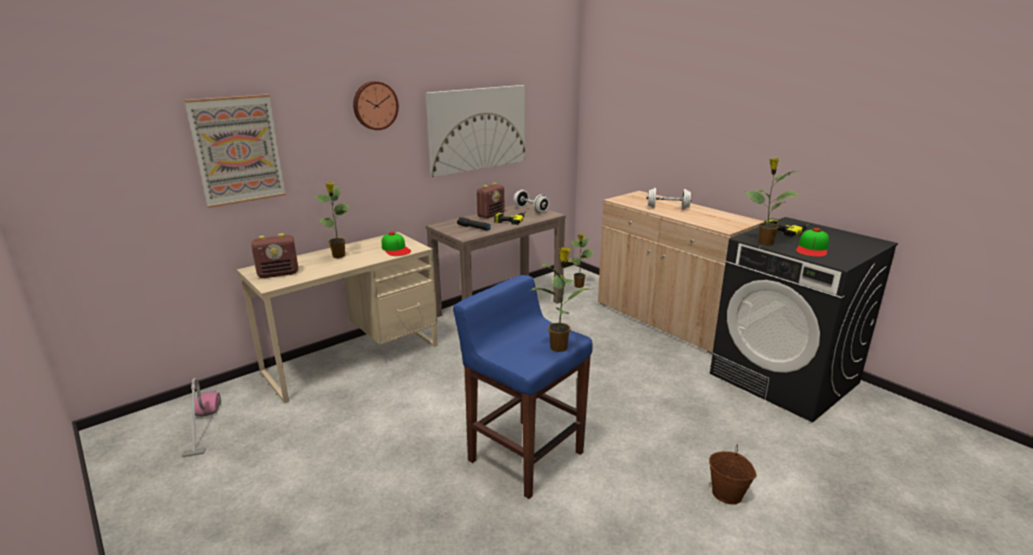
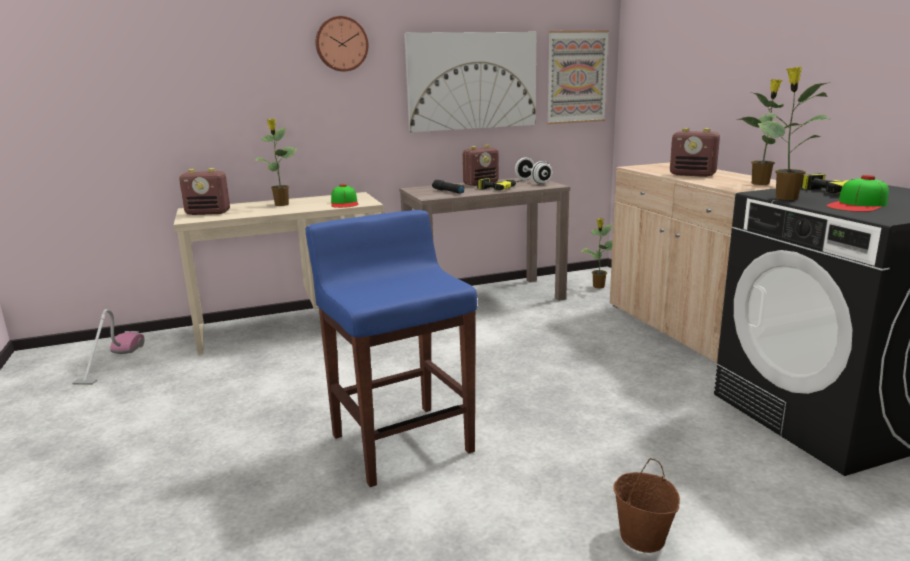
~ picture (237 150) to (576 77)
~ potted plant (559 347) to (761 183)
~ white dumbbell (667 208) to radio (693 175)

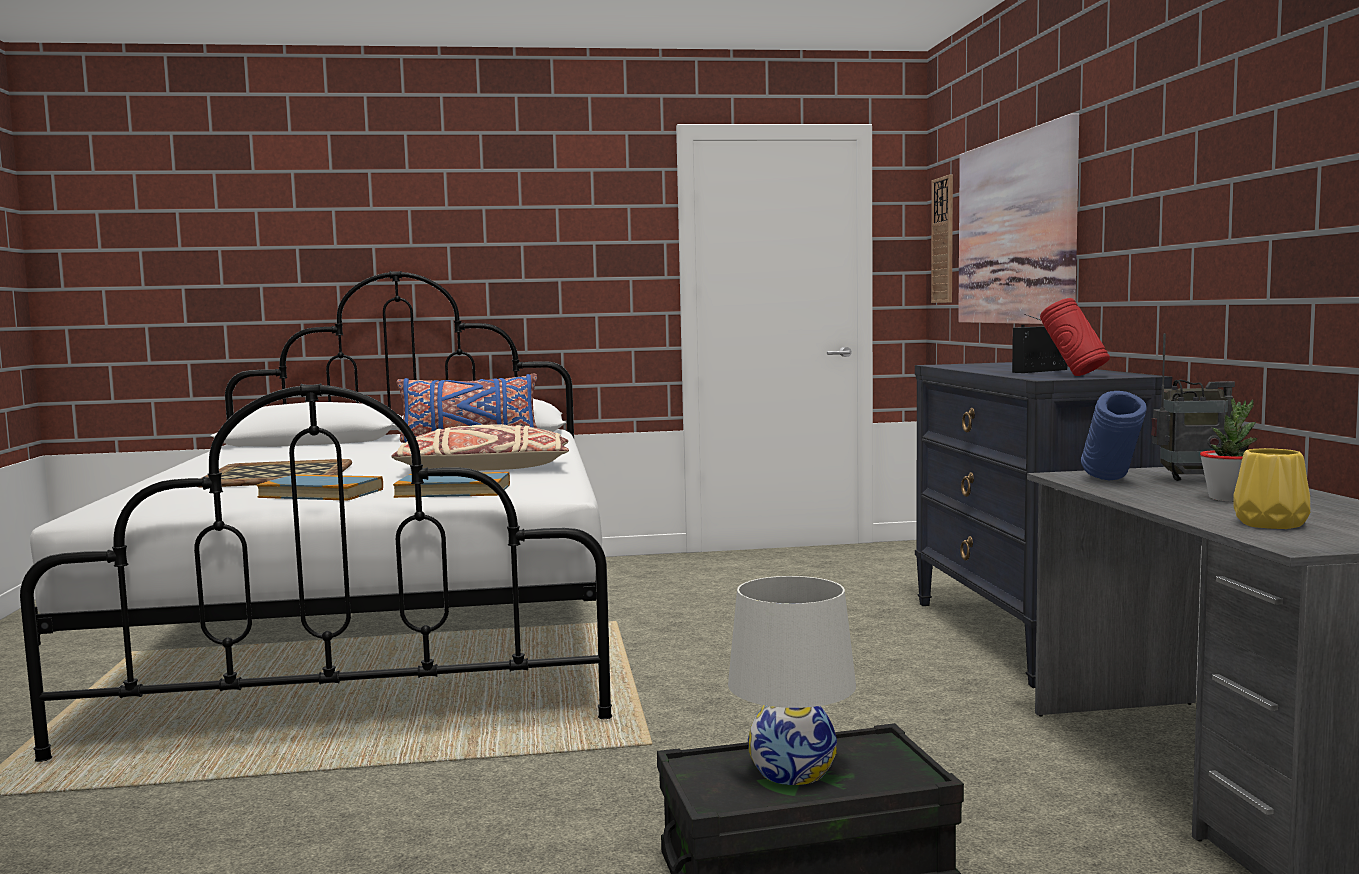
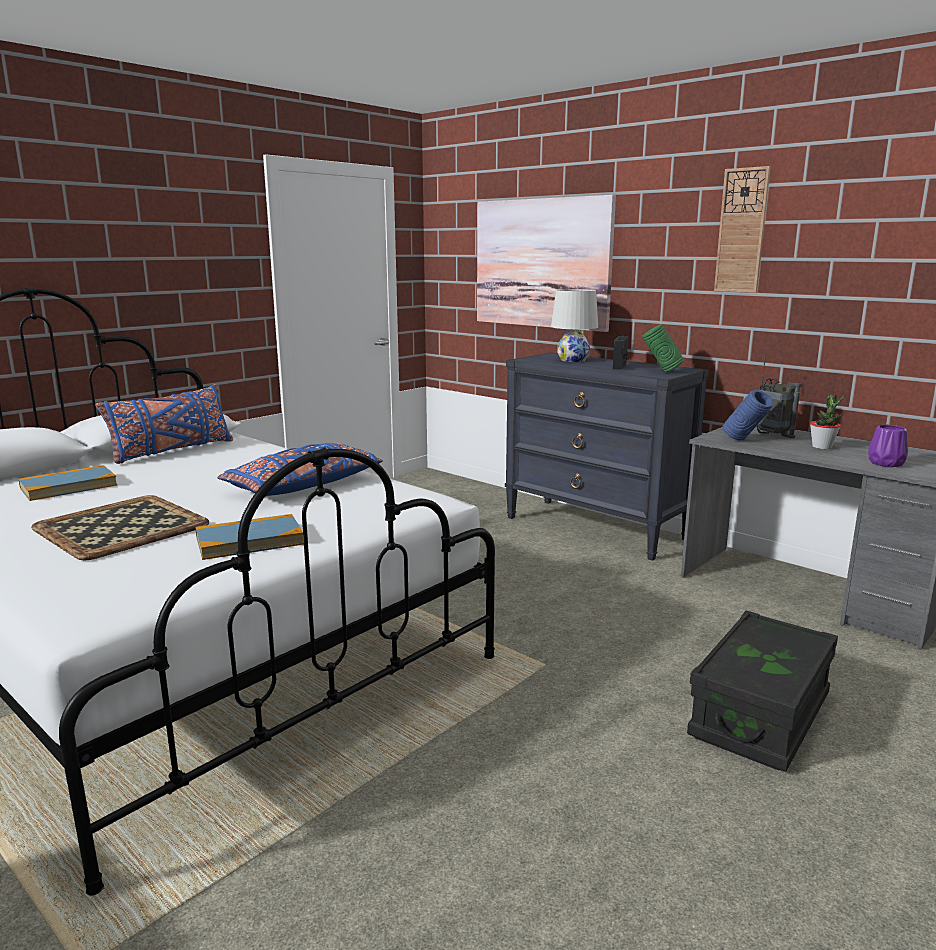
~ beige pillow (483 469) to blue pillow (303 486)
~ book (453 491) to (69 487)
~ white table lamp (792 770) to (572 360)
~ wall clock (943 240) to (741 231)
~ red vase (1073 375) to green vase (661 371)
~ radio (1192 481) = (772 435) 90 degrees clockwise
~ yellow vase (1270 524) to purple vase (886 464)

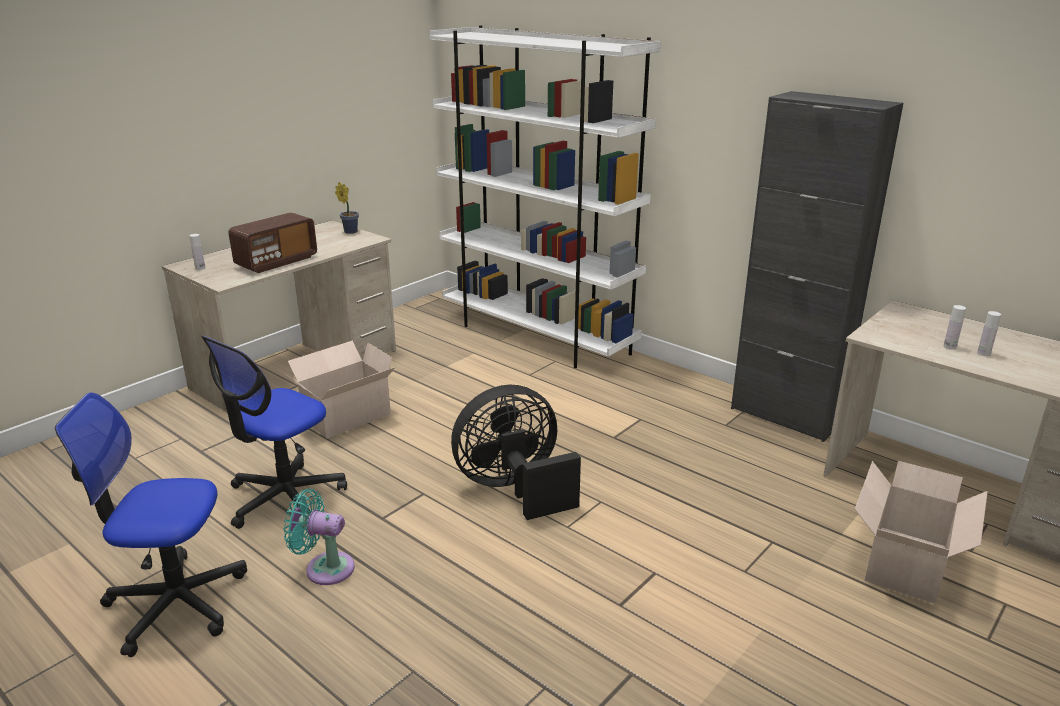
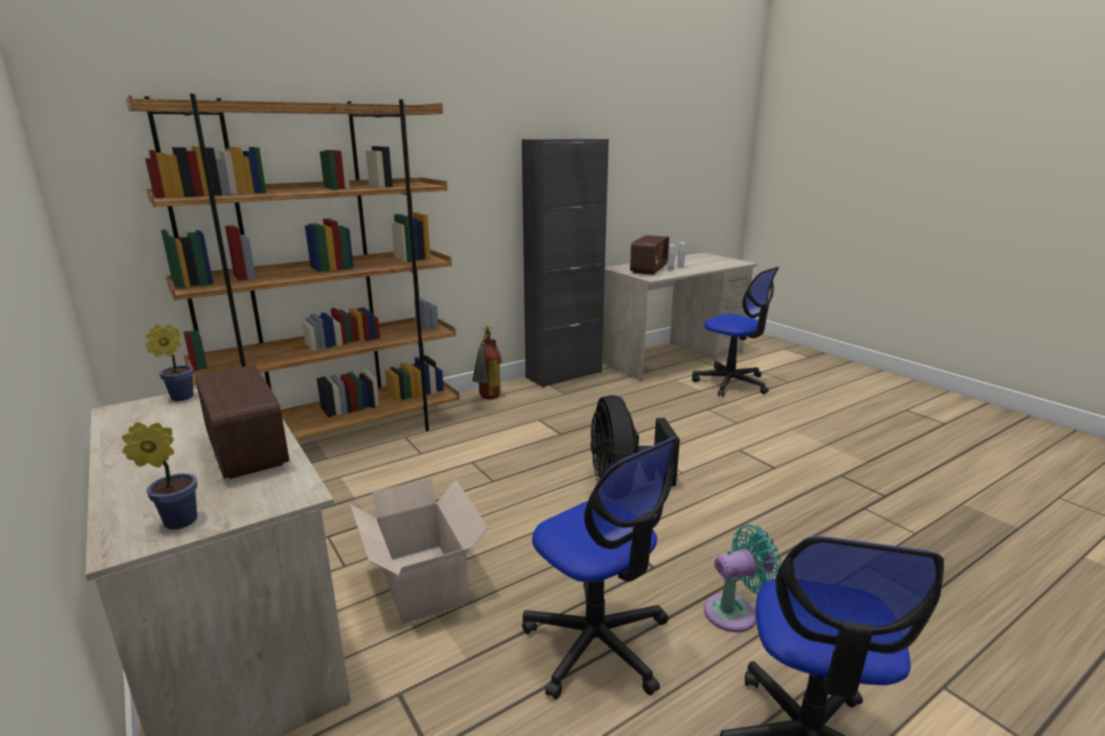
~ white bottle (200 268) to potted plant (176 522)
~ turquoise fan (325 568) = (735 612) 135 degrees counterclockwise
~ white bookcase (537 336) to brown bookcase (342 438)
~ cardboard box (904 565) to office chair (731 383)
+ fire extinguisher (487 399)
+ radio (648 269)

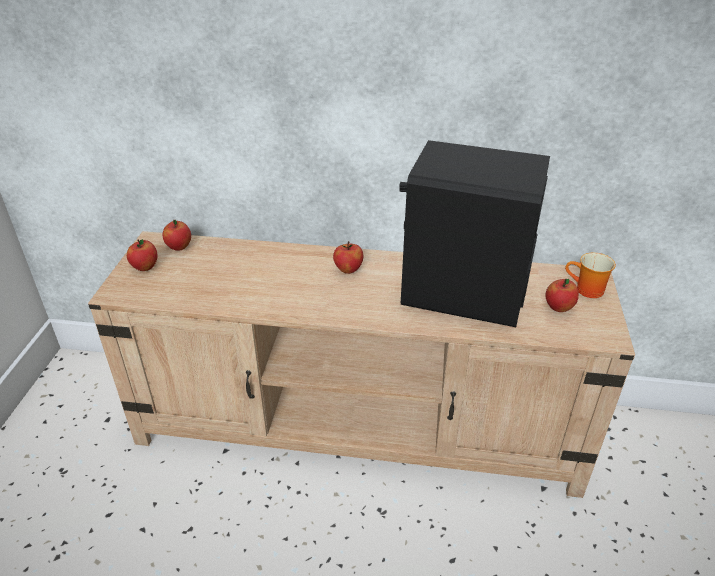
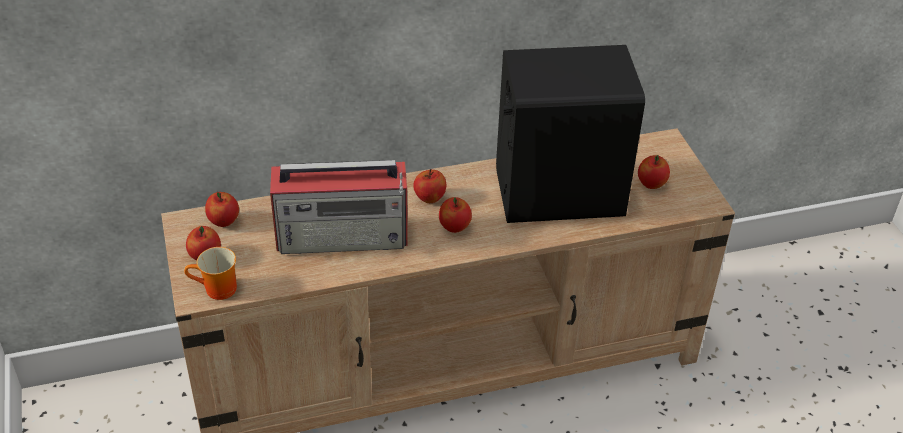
~ mug (586 291) to (217 291)
+ radio (344 236)
+ apple (454 227)

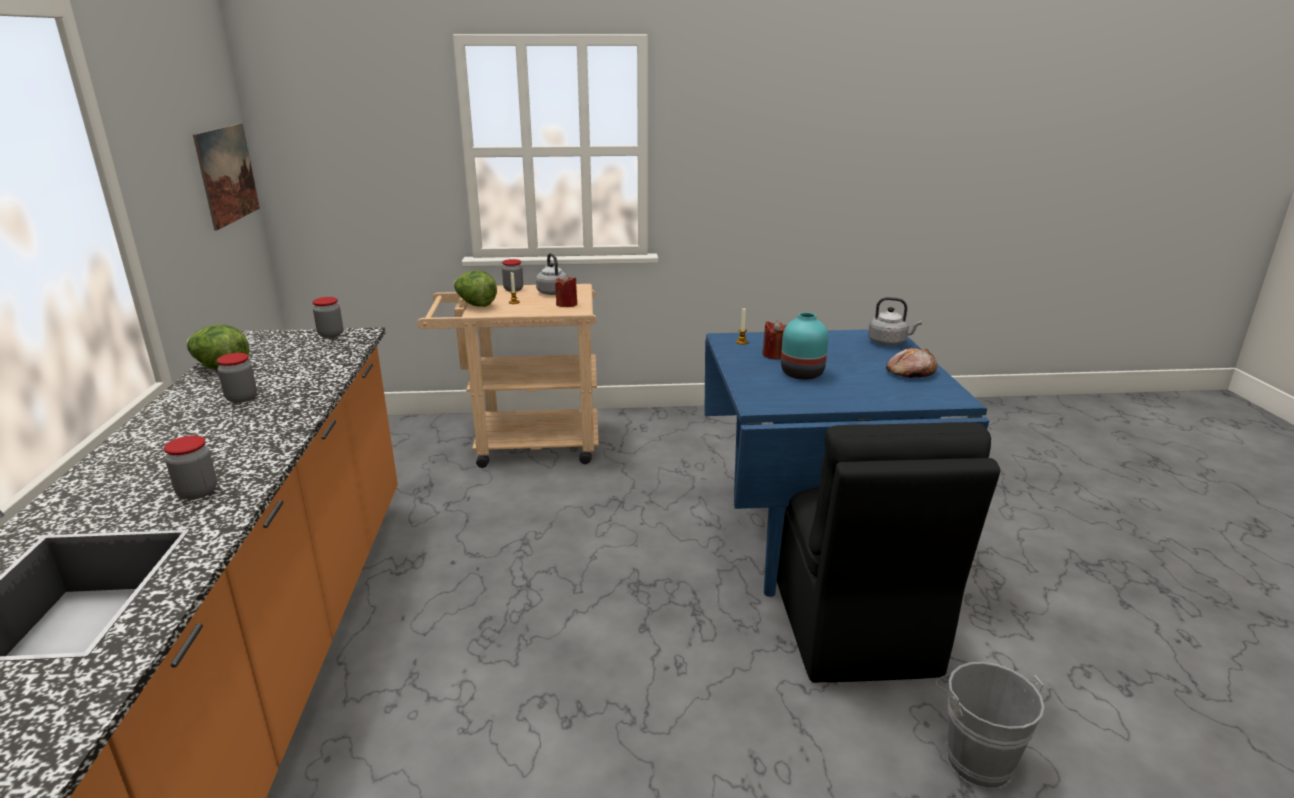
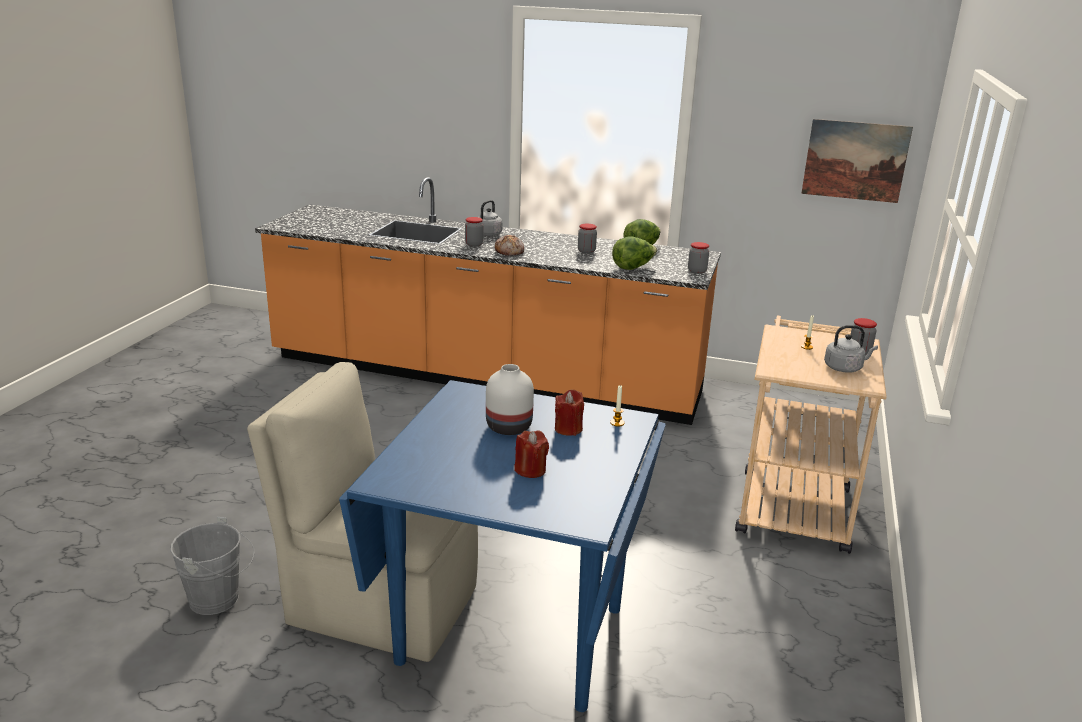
~ lettuce (475 304) to (633 267)
~ red candle (567 304) to (530 470)
~ black chair (853 626) to beige chair (379 603)
~ turquoise vase (802 374) to white vase (507 427)
~ grey kettle (889 342) to (487 234)
~ bread (910 372) to (509 252)

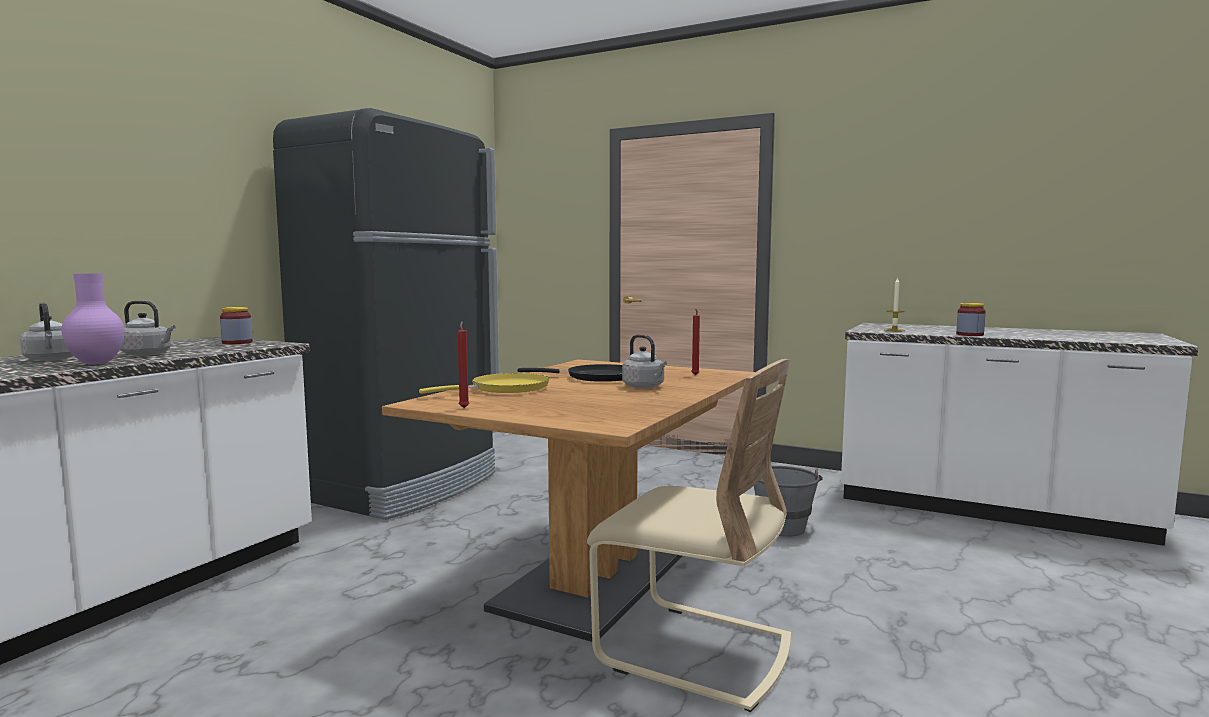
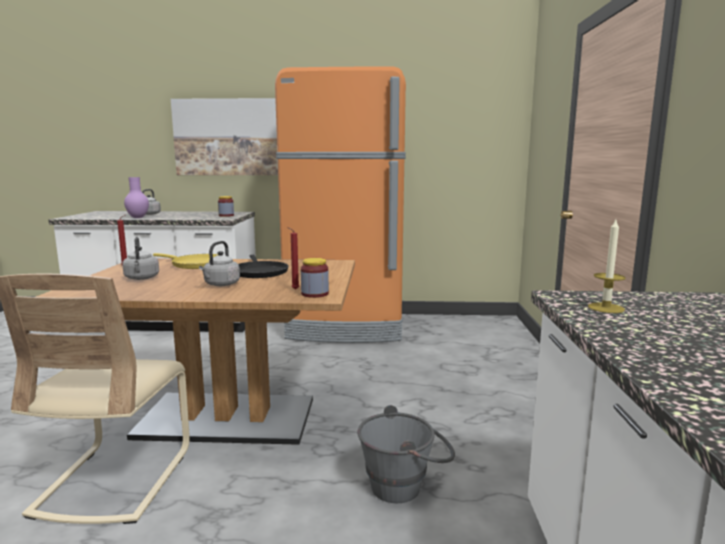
~ grey kettle (148 354) to (141 278)
~ black fridge (403 487) to orange fridge (346 327)
~ jar (969 334) to (315 294)
+ picture (230 137)

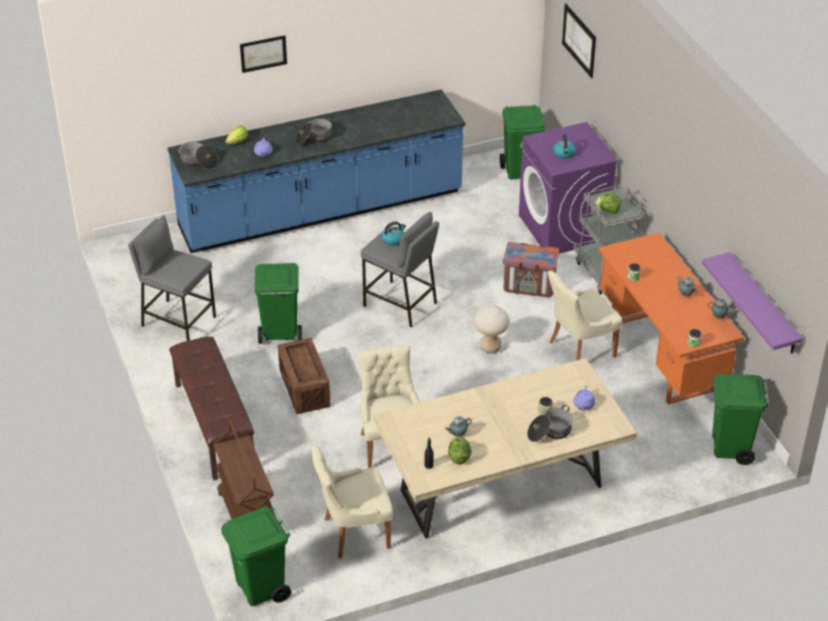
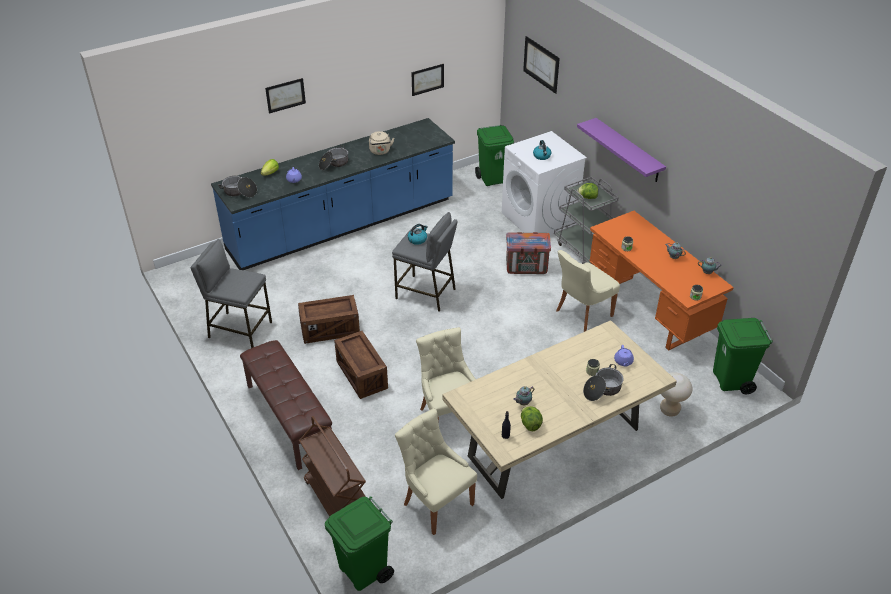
~ green trash can (280 334) to crate (330 330)
~ beige chair (353 533) = (436 503) 75 degrees clockwise
~ beige stool (490 348) to (669 410)
~ purple washing machine (563 228) to white washing machine (539 219)
~ purple shelf (763 305) to (628 150)
+ beige kettle (380 151)
+ picture (427 79)

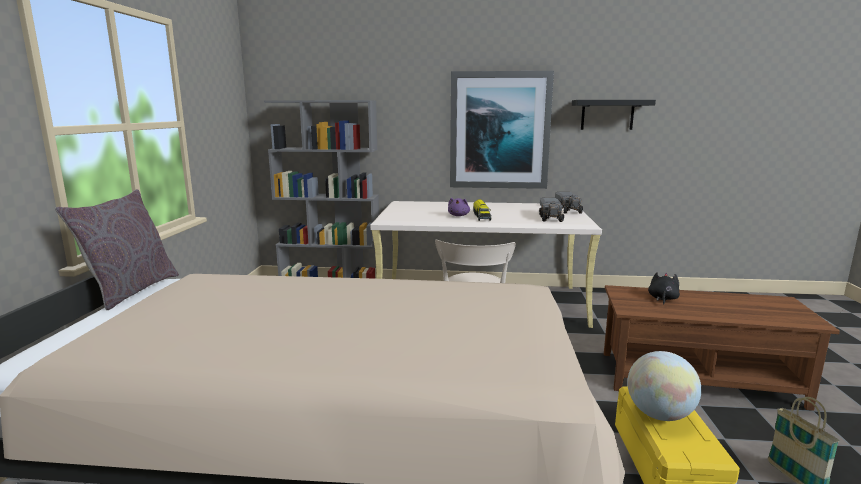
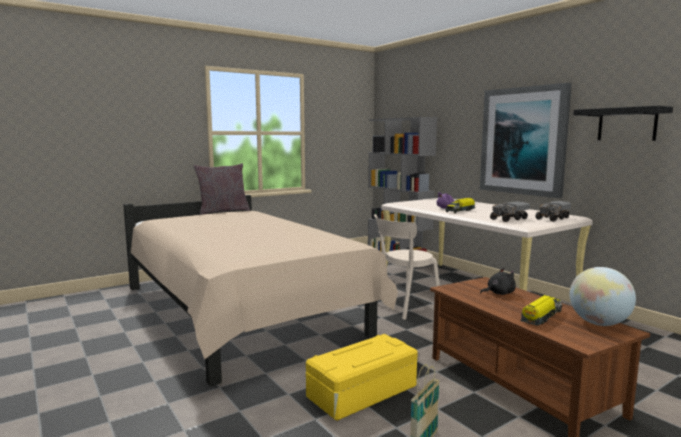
~ globe (659 415) to (599 323)
+ toy truck (541 317)

